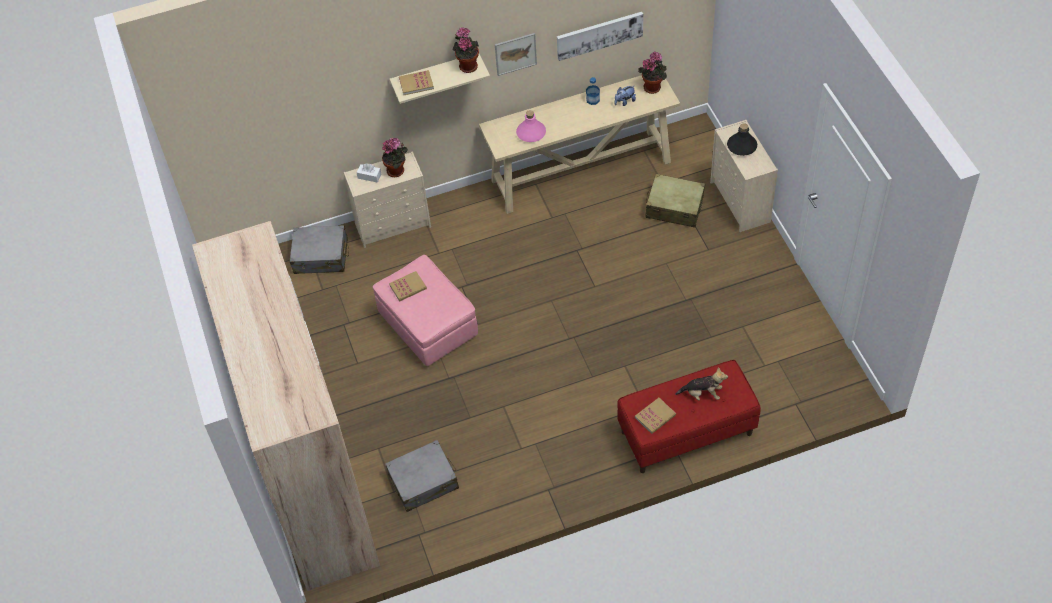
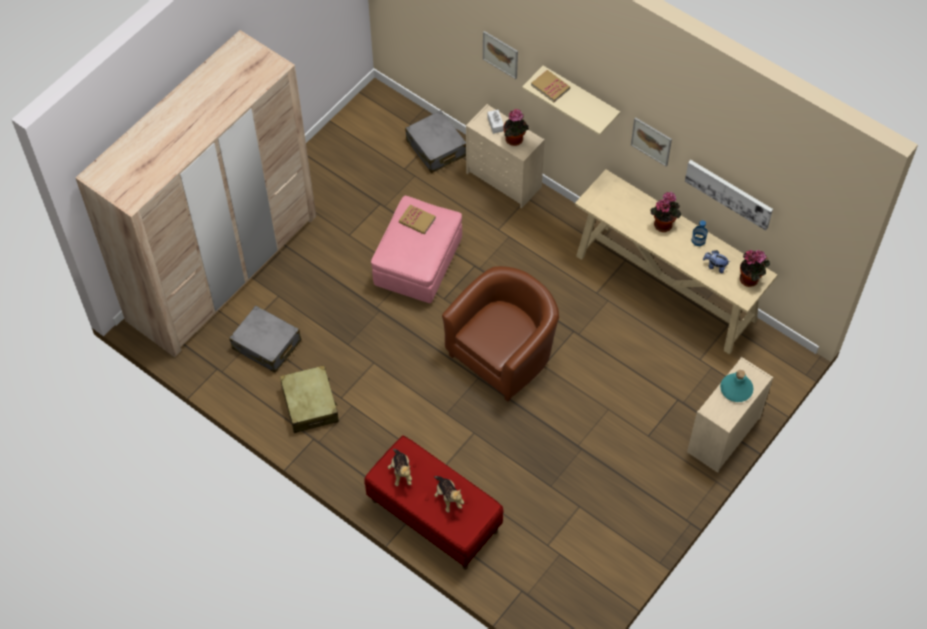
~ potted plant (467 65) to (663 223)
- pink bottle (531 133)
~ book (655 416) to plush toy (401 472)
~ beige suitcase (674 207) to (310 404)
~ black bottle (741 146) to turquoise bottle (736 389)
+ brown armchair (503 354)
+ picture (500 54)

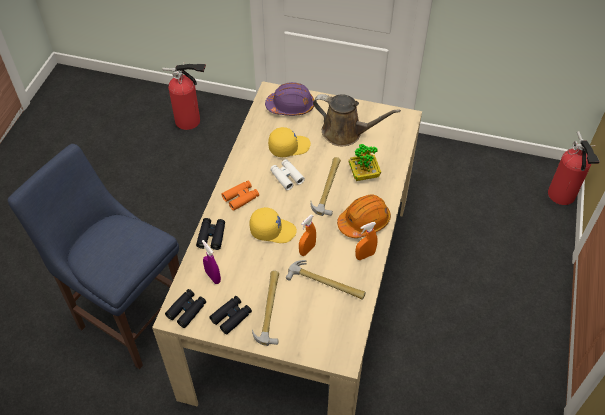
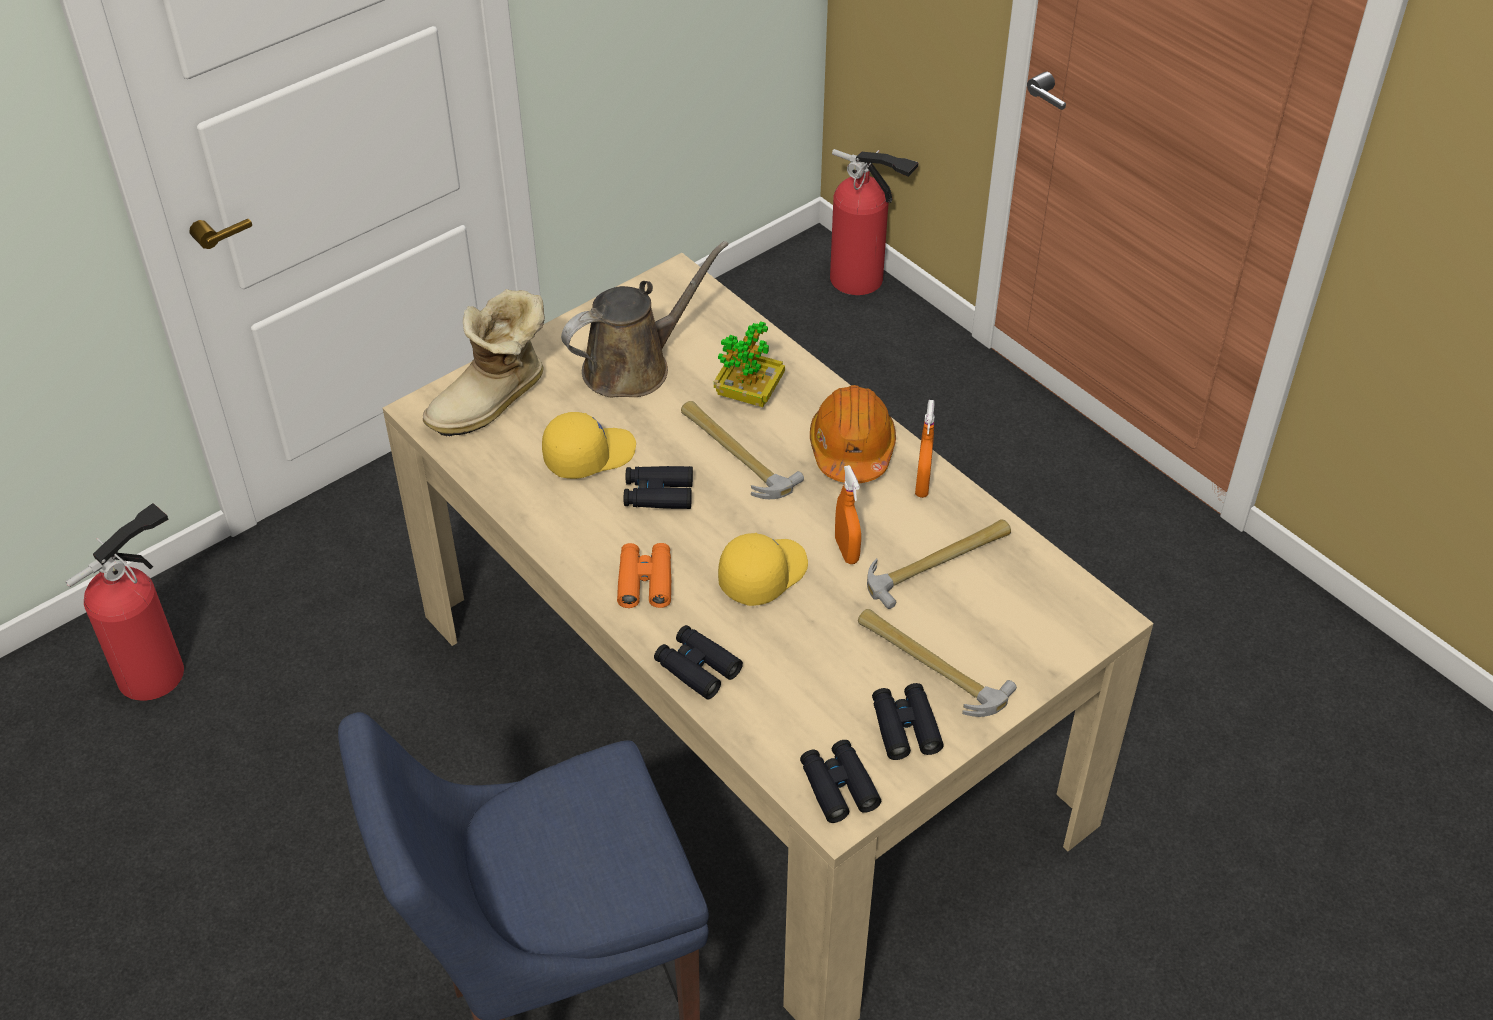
- purple spray bottle (213 277)
~ purple hard hat (290 106) to boot (493 402)
~ yellow cap (289 146) = (589 454) 45 degrees clockwise
~ white binoculars (287 177) to black binoculars (658 494)

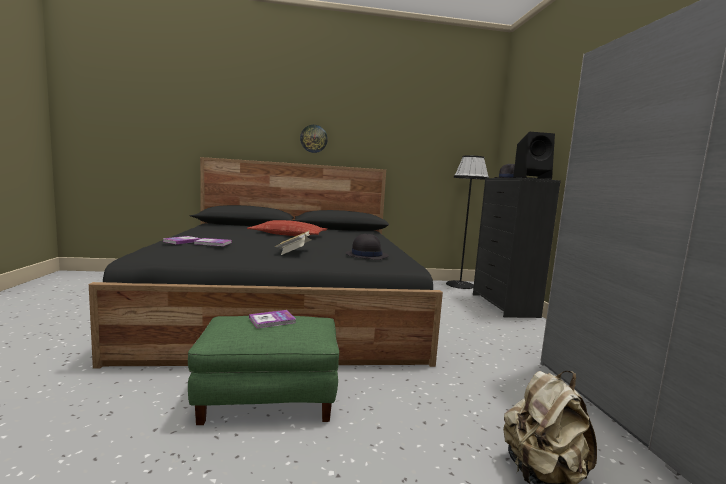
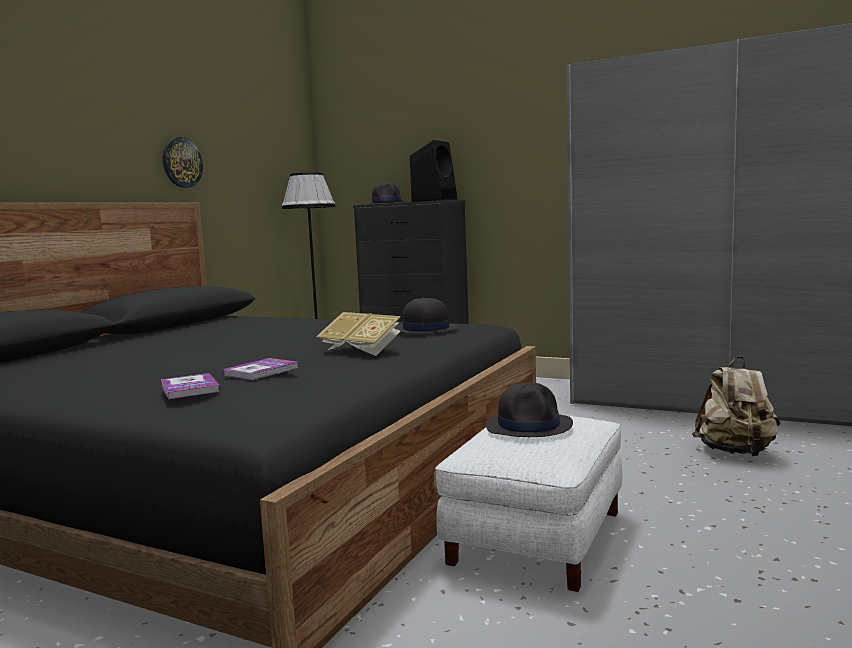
~ green ottoman (270 396) to white ottoman (535 536)
- pillow (288 235)
~ book (272 320) to black hat (529 426)
~ wall clock (313 138) to (181 162)

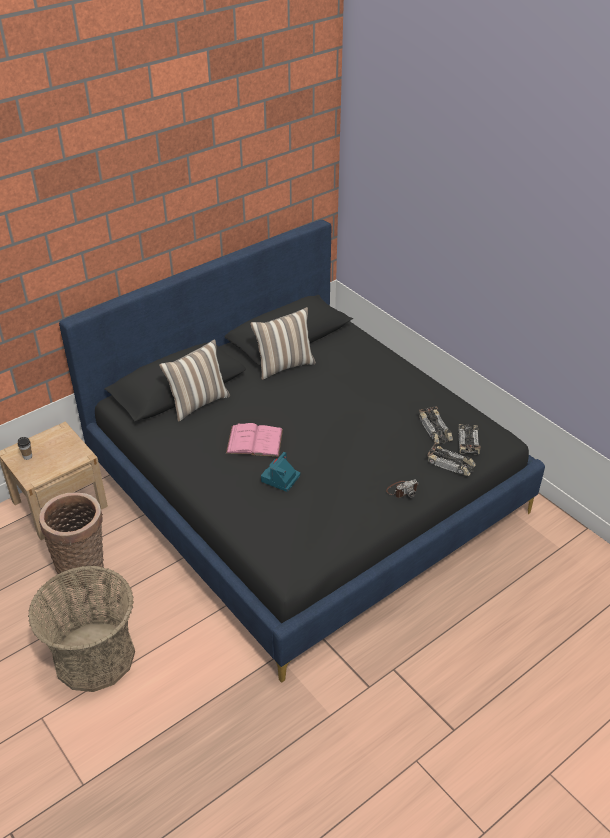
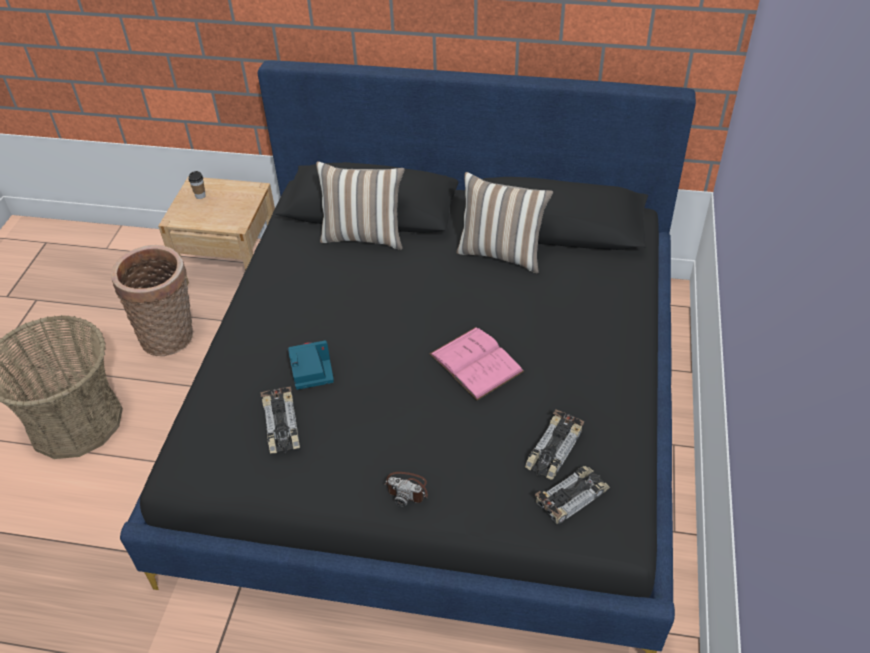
~ pink book (254 441) to (476 362)
~ toy car (451 464) to (281 425)

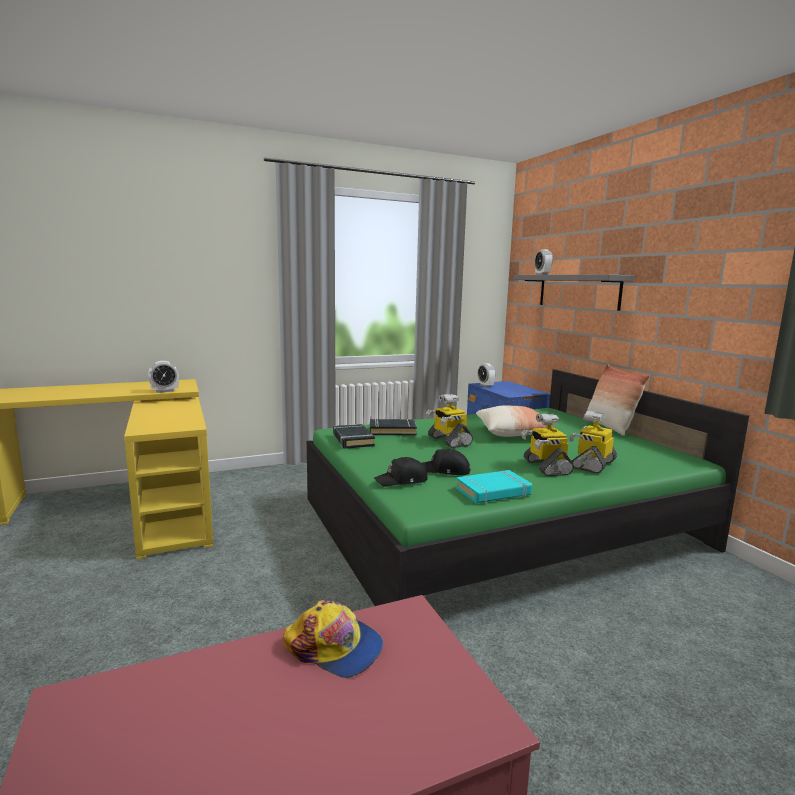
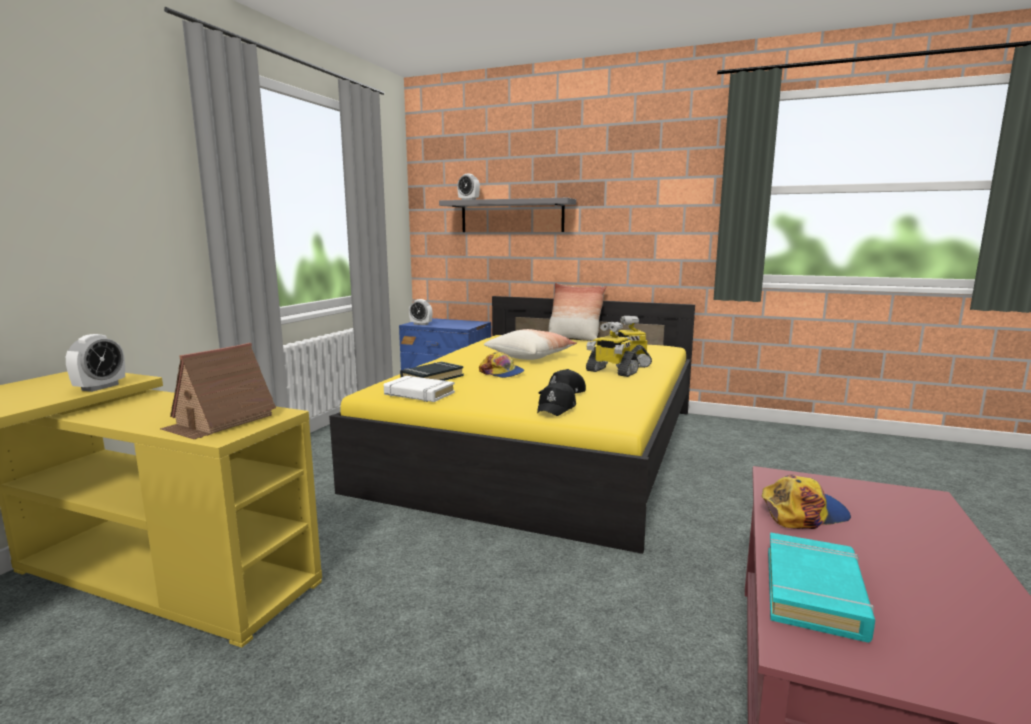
~ green bed (497 523) to yellow bed (543 446)
~ black book (352 440) to white book (419 394)
~ toy robot (448 441) to cap (502 373)
~ turquoise book (493 492) to (814 592)
+ toy house (220 421)

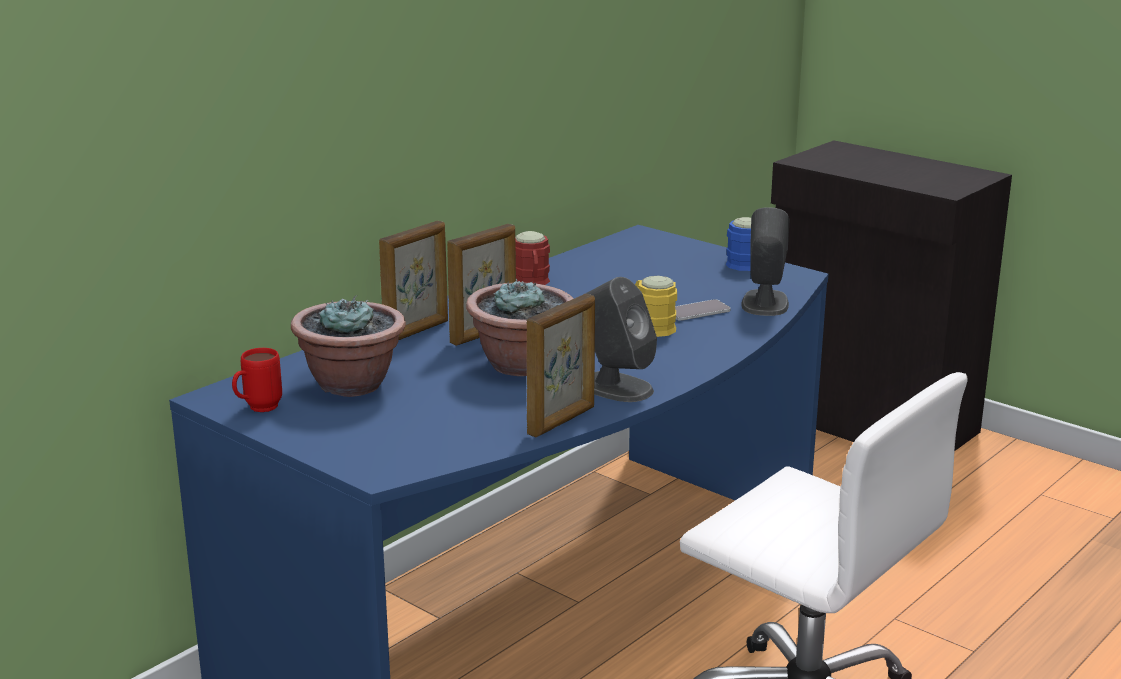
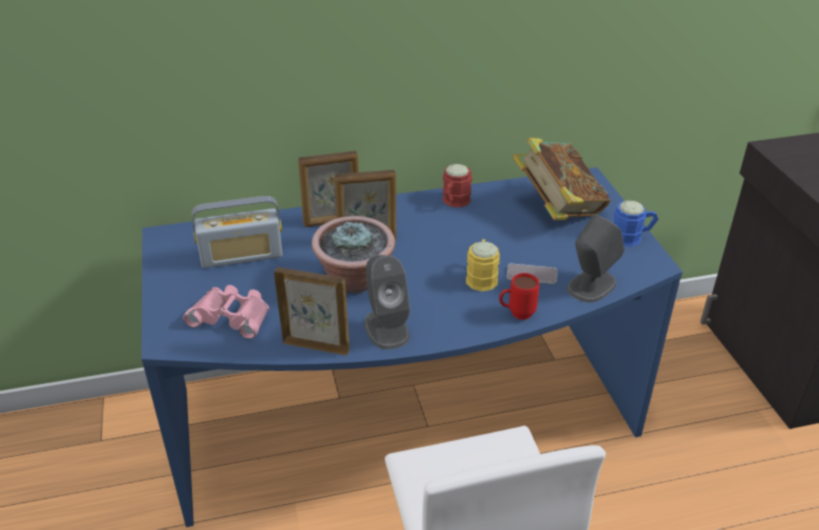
~ red mug (257 409) to (516 314)
~ potted plant (352 384) to radio (242 256)
~ picture frame (562 421) = (316 346) 150 degrees counterclockwise
+ pink binoculars (232 316)
+ book (557 209)

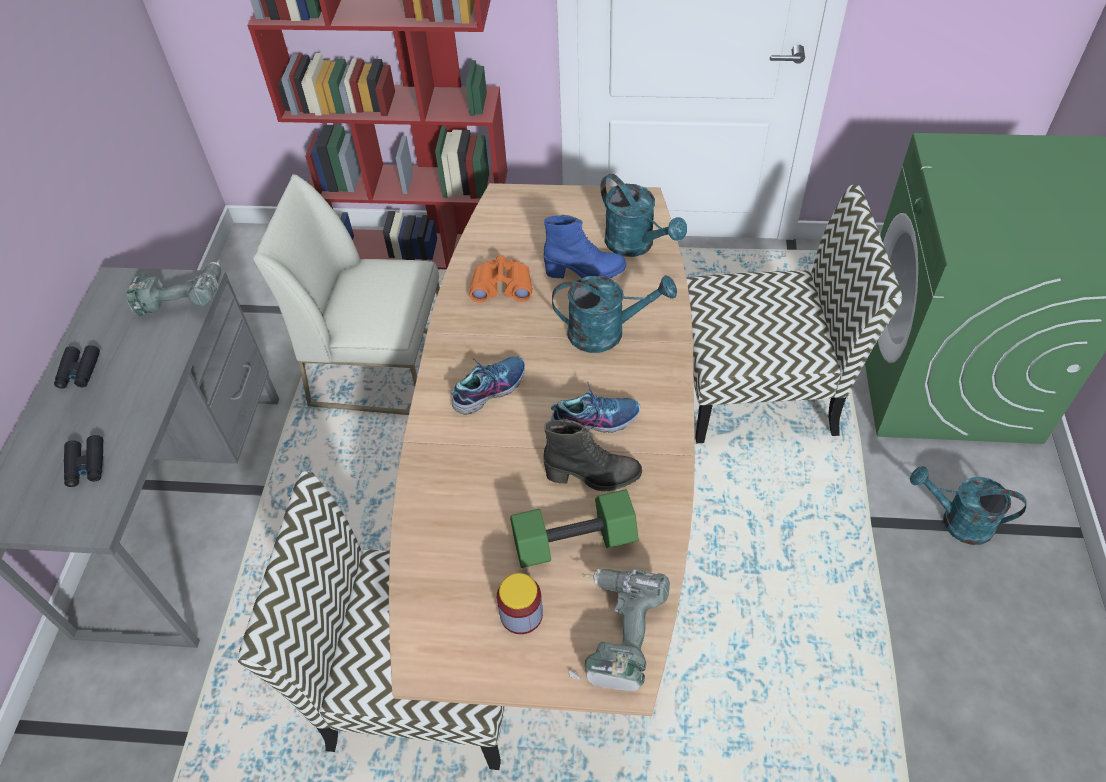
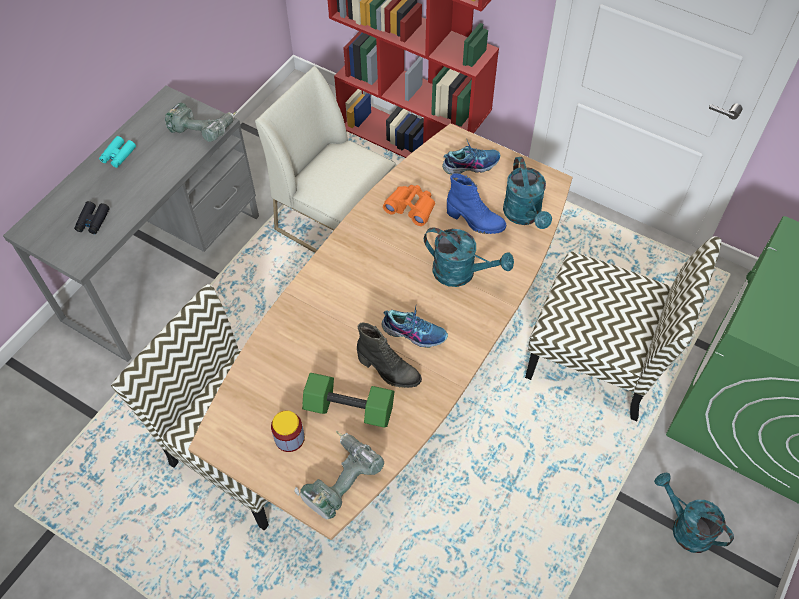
~ black binoculars (79 371) to turquoise binoculars (118 155)
~ shoe (489 389) to (471 164)

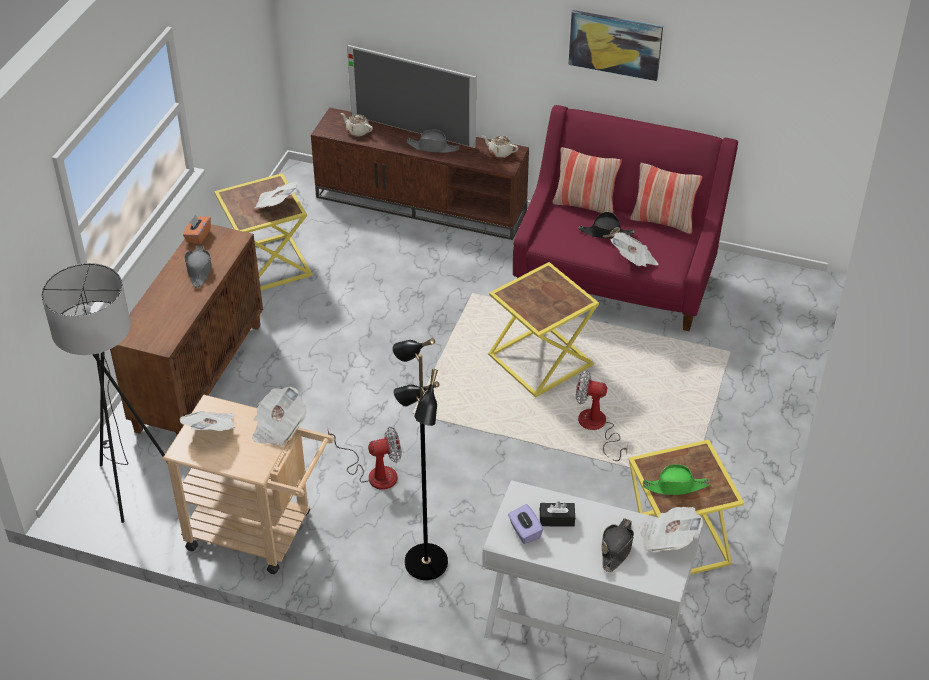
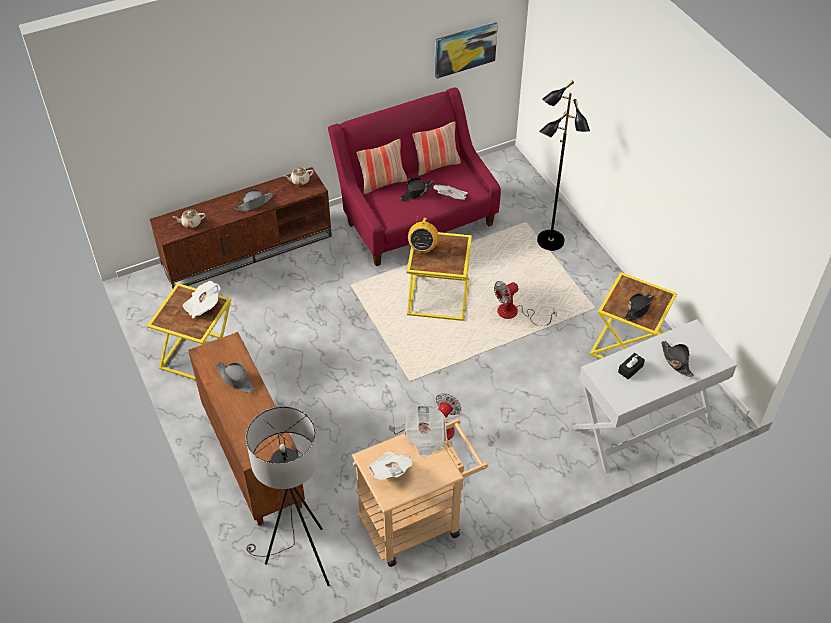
- orange tissue box (198 236)
- television (412 131)
~ black floor lamp (424 563) to (550 241)
- purple tissue box (524 532)
~ picture (615 44) to (465 49)
- newspaper (667 539)
~ green hat (676 486) to black hat (638 309)
+ radio (423 248)

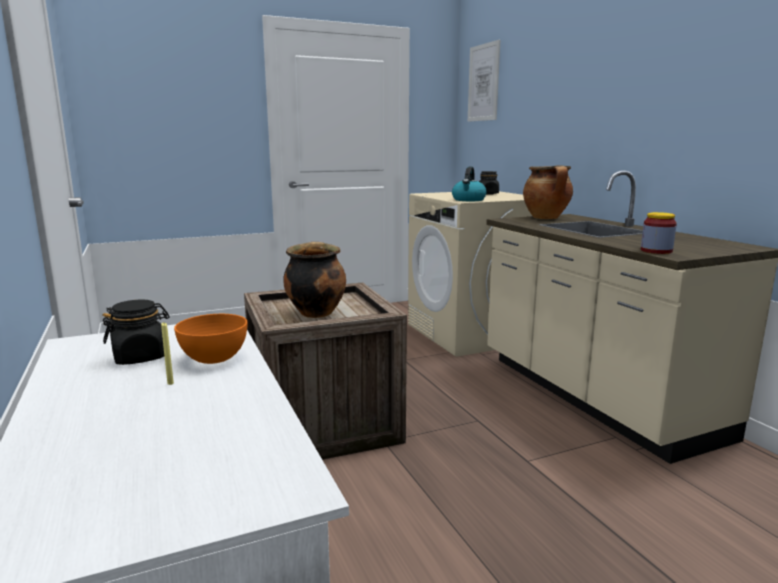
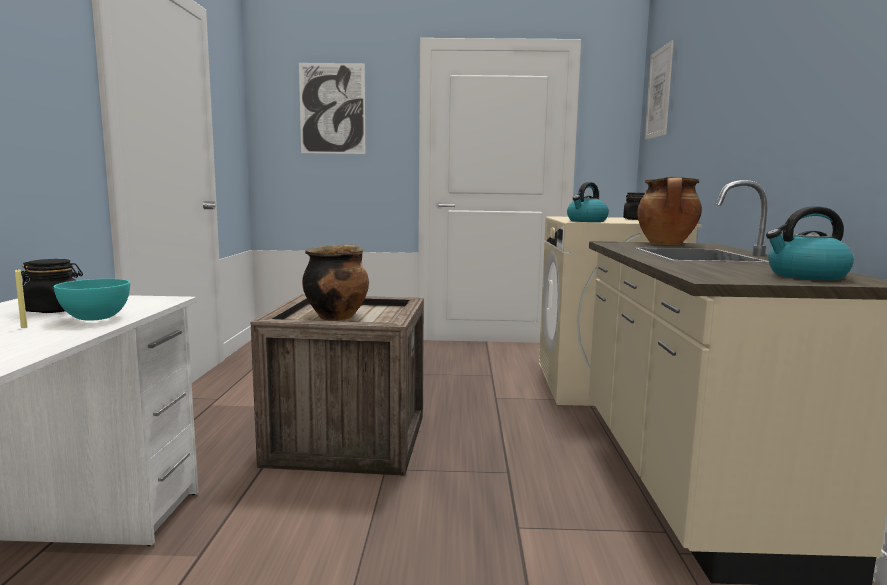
~ orange bowl (214 358) to turquoise bowl (96 318)
- jar (656 251)
+ picture (332 108)
+ kettle (806 276)

